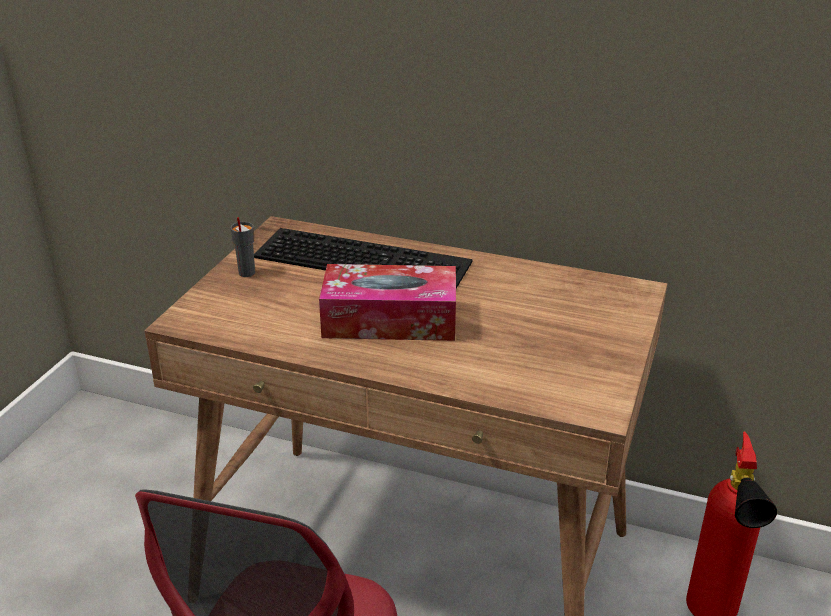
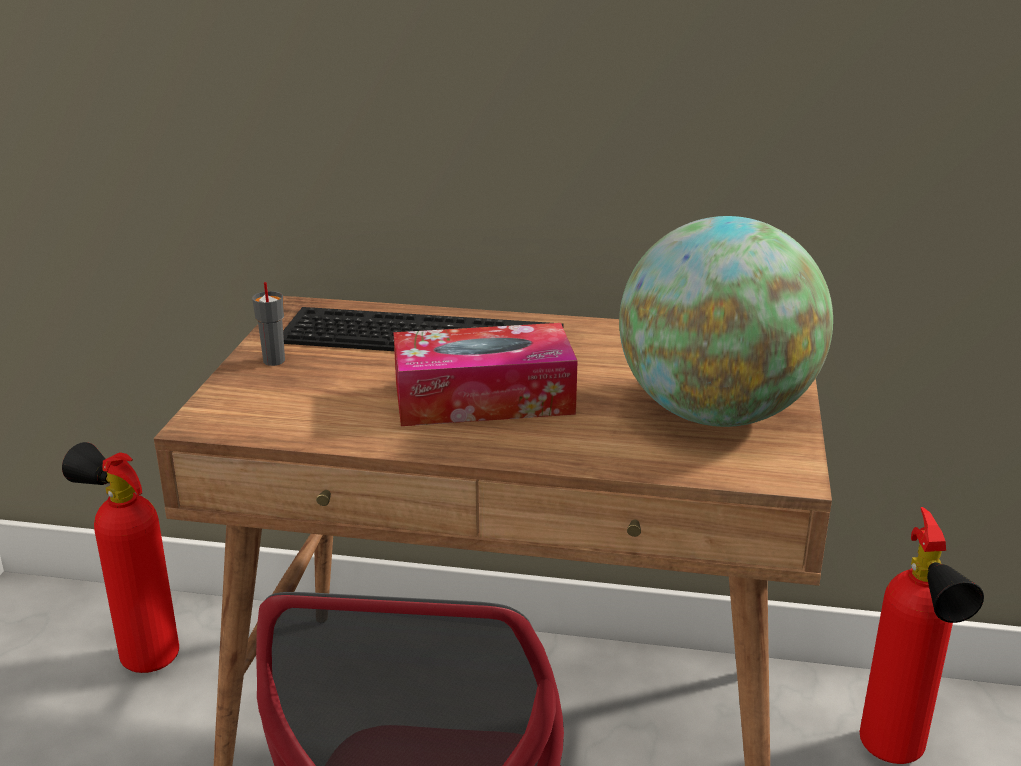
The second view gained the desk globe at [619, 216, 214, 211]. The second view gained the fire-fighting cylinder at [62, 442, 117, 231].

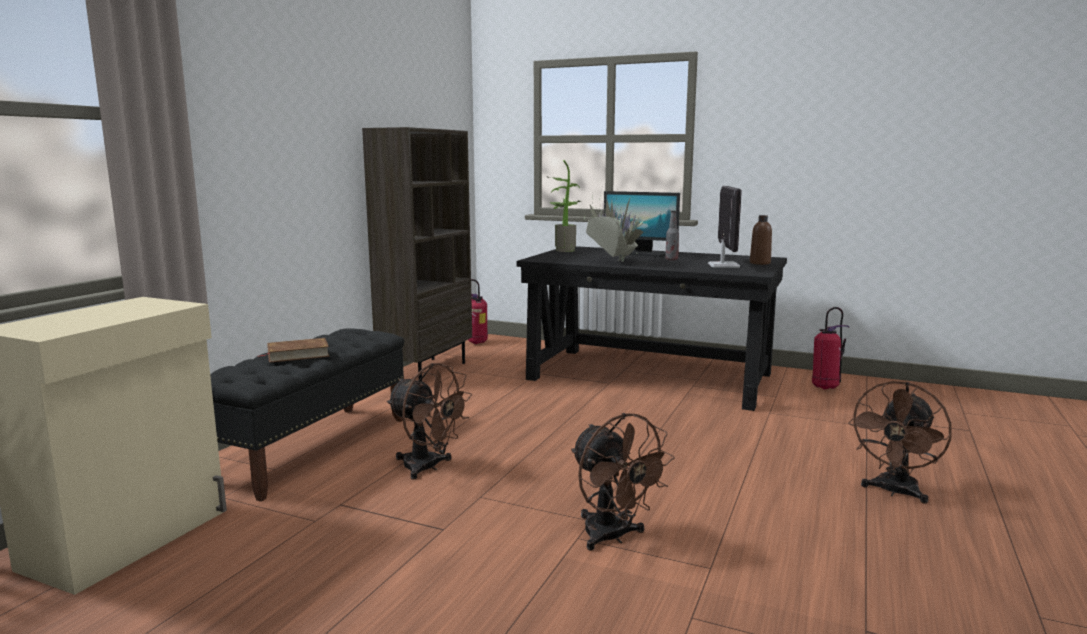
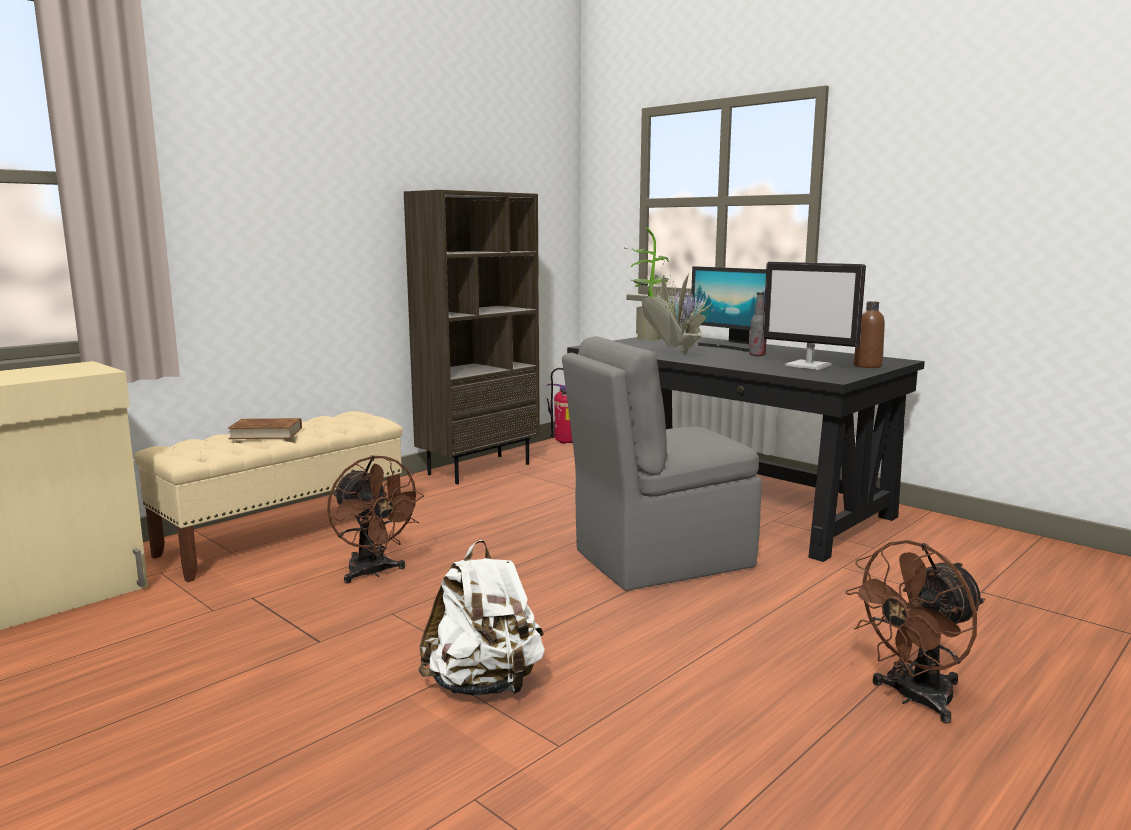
The computer screen at [708, 186, 34, 82] ended up facing another way, 105 degrees clockwise from before. The second view lost the fire-fighting cylinder at [812, 307, 37, 83]. What was the bench/black at [210, 328, 194, 174] turned into the bench/beige at [134, 411, 269, 171]. Where the electric fan/brownish stood at [571, 413, 104, 138], the knapsack/whitish came to stand at [418, 540, 127, 156]. The second view gained the plain chair/grey at [562, 336, 200, 255].

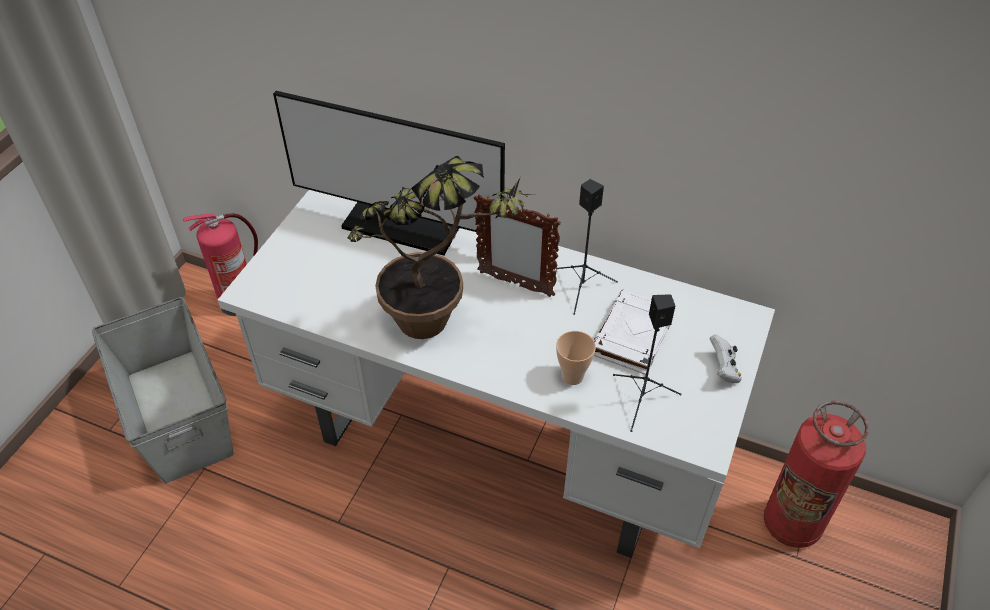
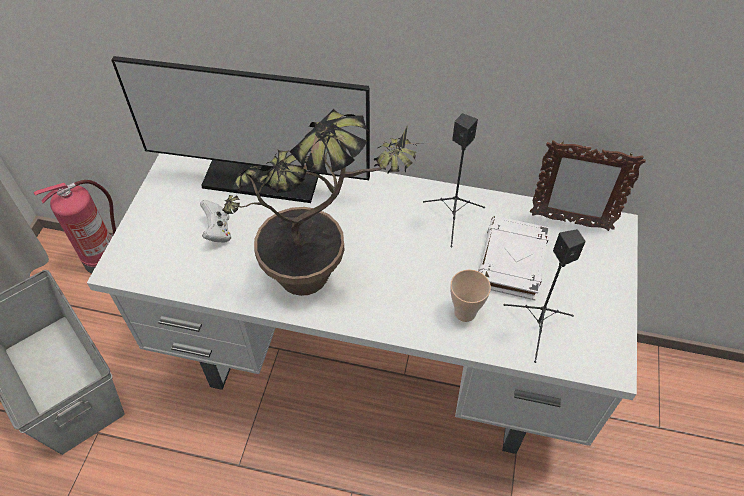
The standing frame ended up elsewhere, having gone from [474, 194, 87, 103] to [530, 140, 116, 91]. The gamepad/whitish ended up elsewhere, having gone from [709, 334, 33, 49] to [200, 200, 31, 43]. The second view lost the fire-fighting cylinder at [764, 401, 105, 147].

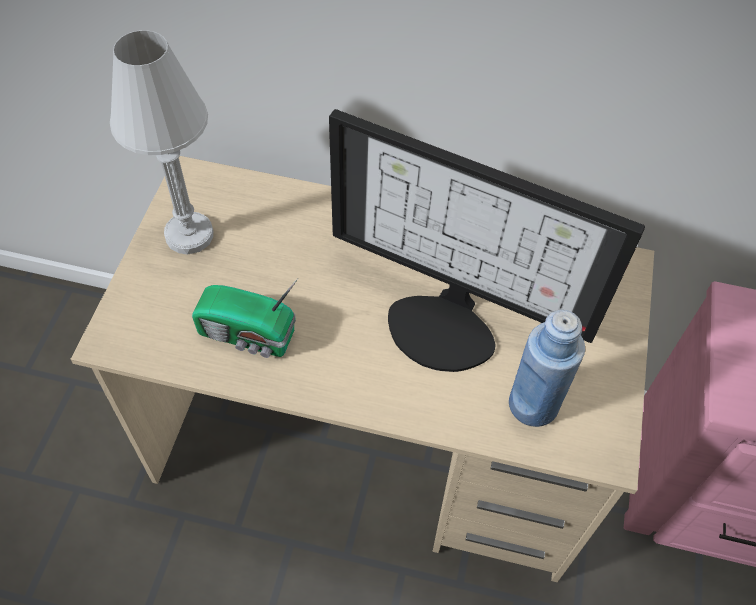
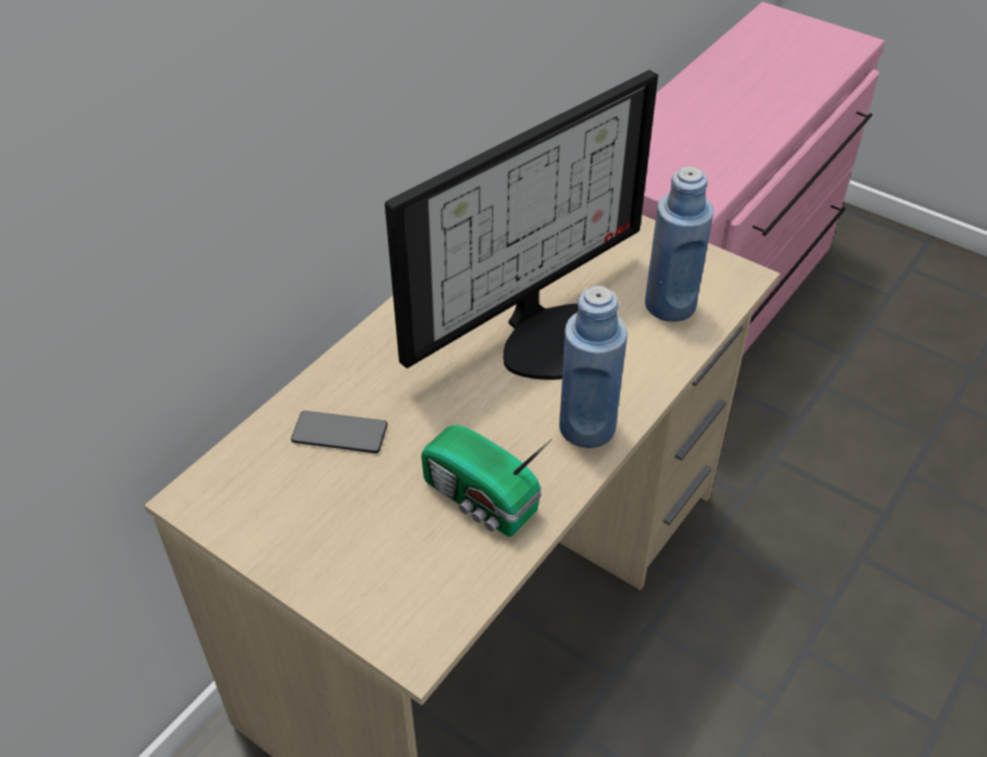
The second view lost the lamp for a table/whitish at [110, 30, 103, 225]. The radio at [192, 278, 106, 80] ended up facing another way, 90 degrees clockwise from before. The second view gained the beverage bottle/bluish at [559, 286, 68, 162]. The second view gained the phone at [291, 411, 97, 42].

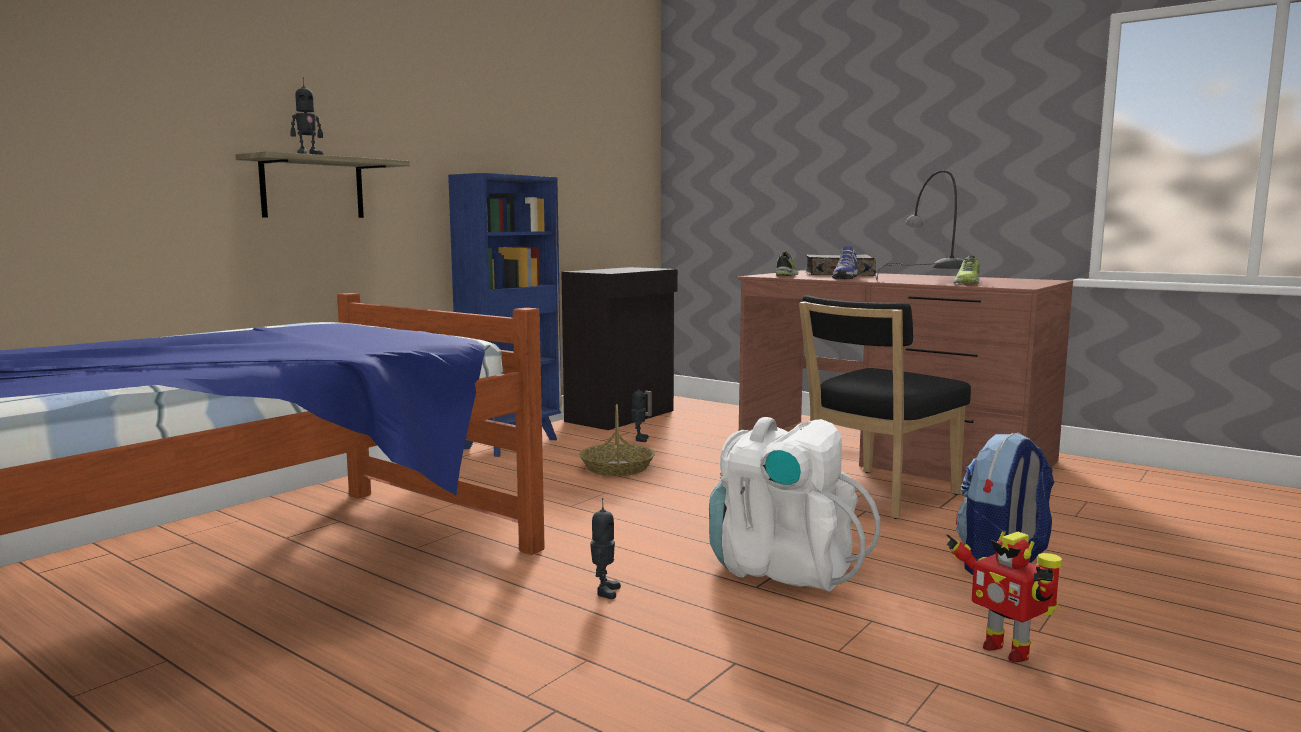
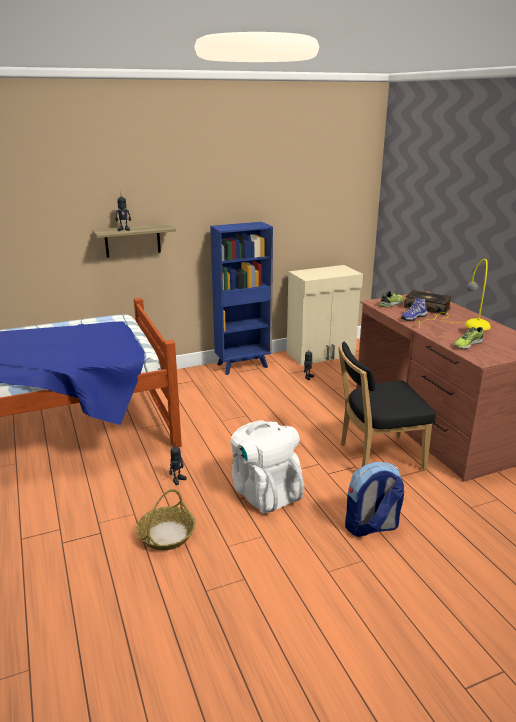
What was the lamp for a table/grey at [872, 170, 92, 110] turned into the lamp for a table/yellow at [418, 259, 73, 71]. What was the cabinet/black at [561, 267, 117, 163] turned into the cabinet/beige at [287, 265, 76, 100]. The storage basket ended up elsewhere, having gone from [579, 404, 76, 72] to [136, 489, 60, 61]. The second view lost the robot figure at [946, 531, 116, 131].

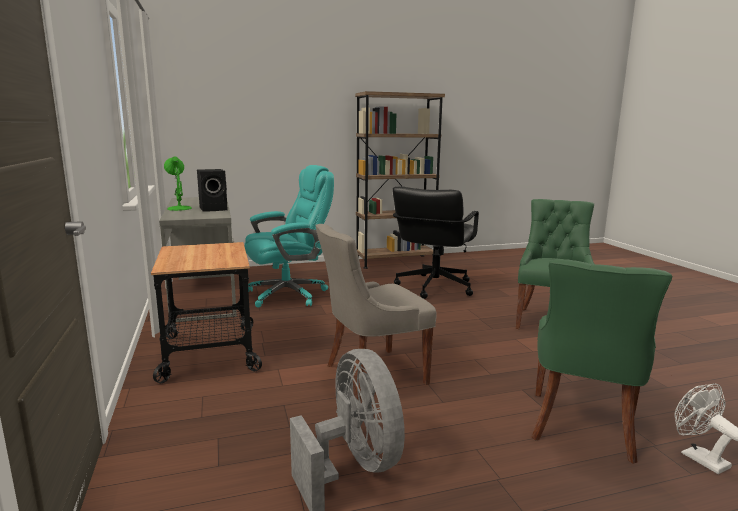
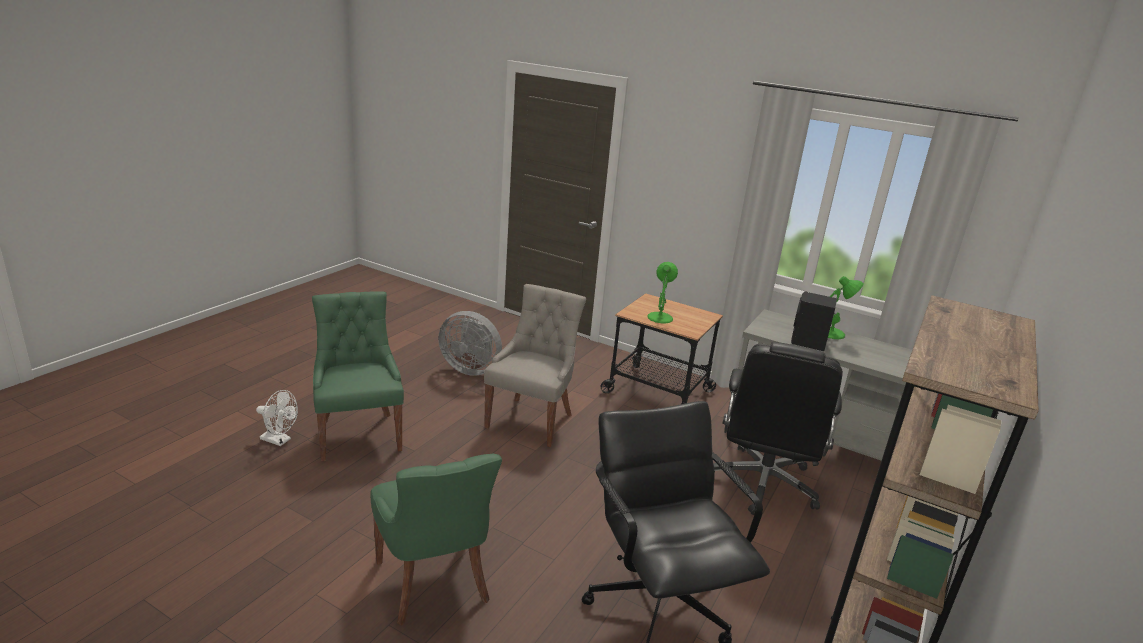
What was the computer chair/turquoise at [245, 165, 89, 143] turned into the computer chair/black at [713, 342, 130, 173]. The second view gained the lamp for a table/green-coloured at [647, 262, 31, 61].

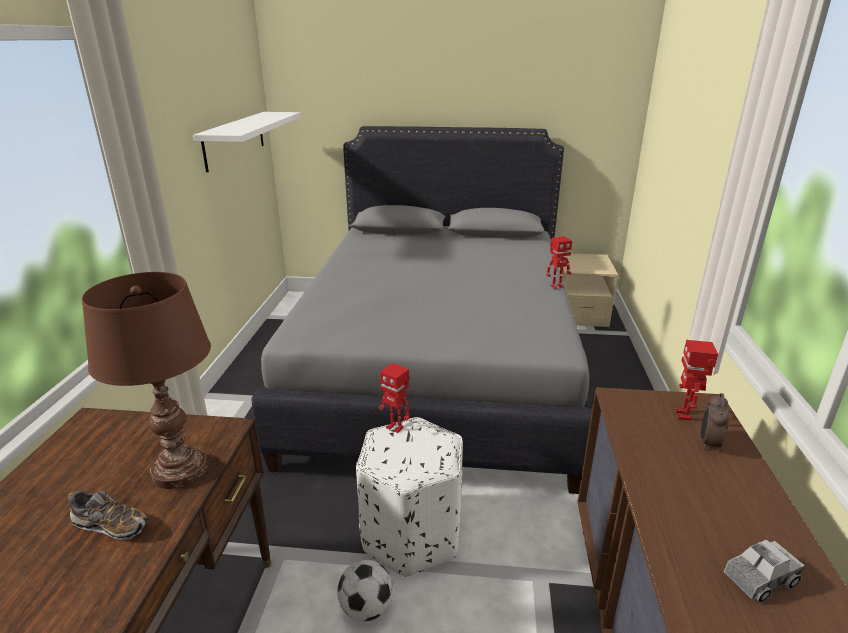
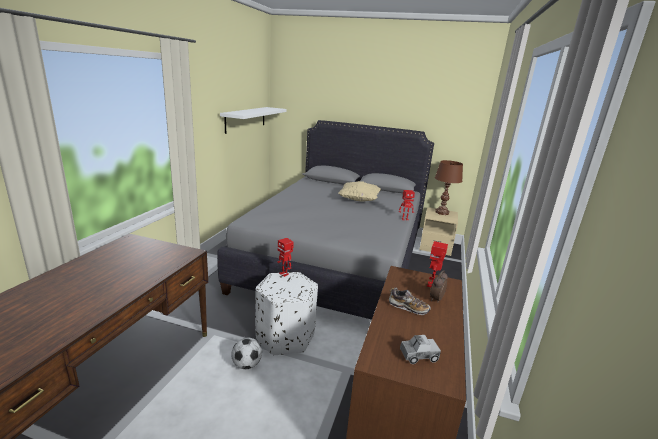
The lamp for a table/brownish ended up elsewhere, having gone from [82, 272, 129, 217] to [435, 160, 28, 55]. The shoe ended up elsewhere, having gone from [68, 490, 80, 50] to [389, 288, 42, 27]. The second view gained the throw pillow/beige at [338, 181, 43, 21].

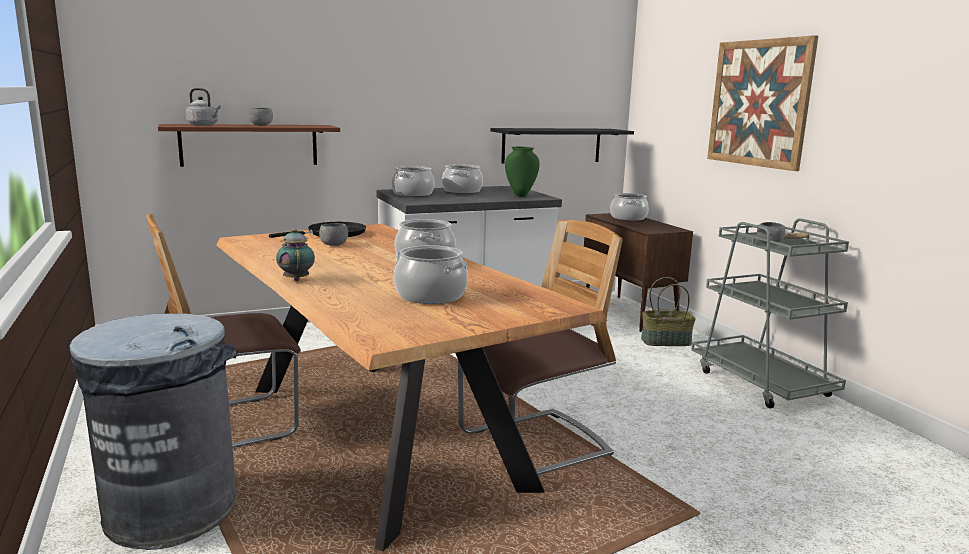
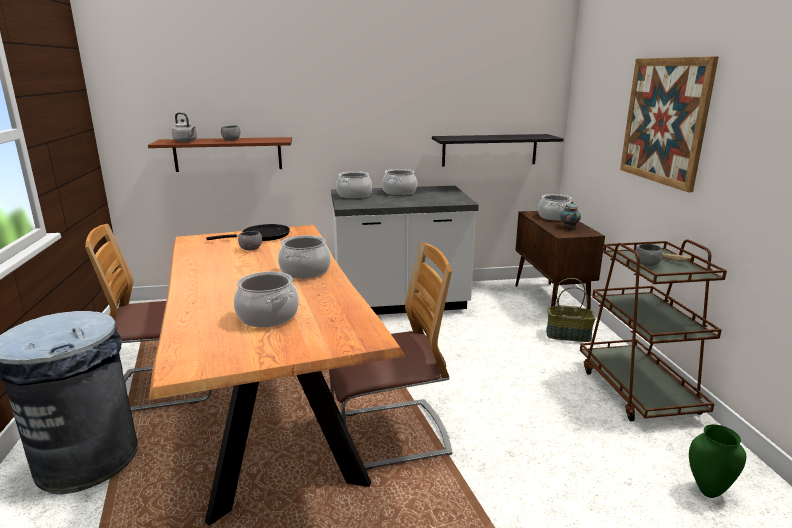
The decorative vase/green-coloured ended up elsewhere, having gone from [505, 147, 34, 50] to [689, 424, 57, 74]. What was the wheeled cart/grey at [691, 218, 158, 190] turned into the wheeled cart/brownish at [580, 239, 147, 182]. The pot for tea ended up elsewhere, having gone from [276, 229, 39, 52] to [561, 201, 20, 28].

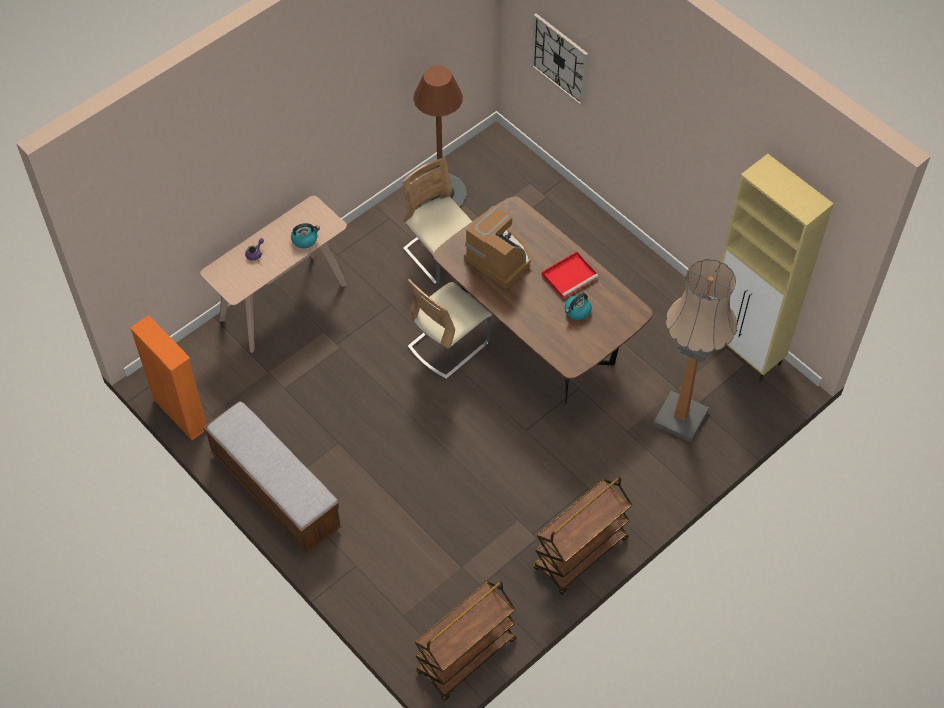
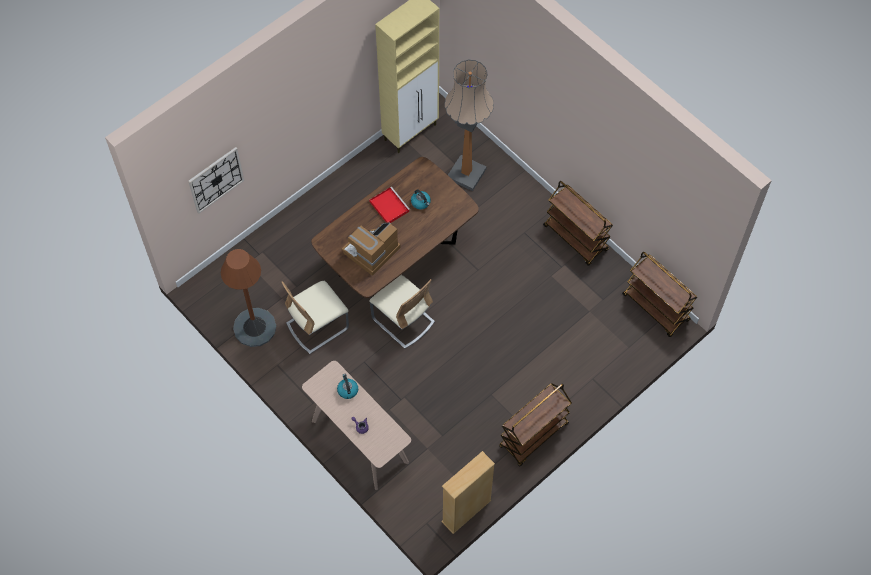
What was the shelving unit/orange at [130, 315, 77, 125] turned into the shelving unit/beige at [441, 451, 54, 83]. Where the bench stood at [203, 401, 139, 153], the wheeled cart/brownish came to stand at [499, 383, 73, 84].

